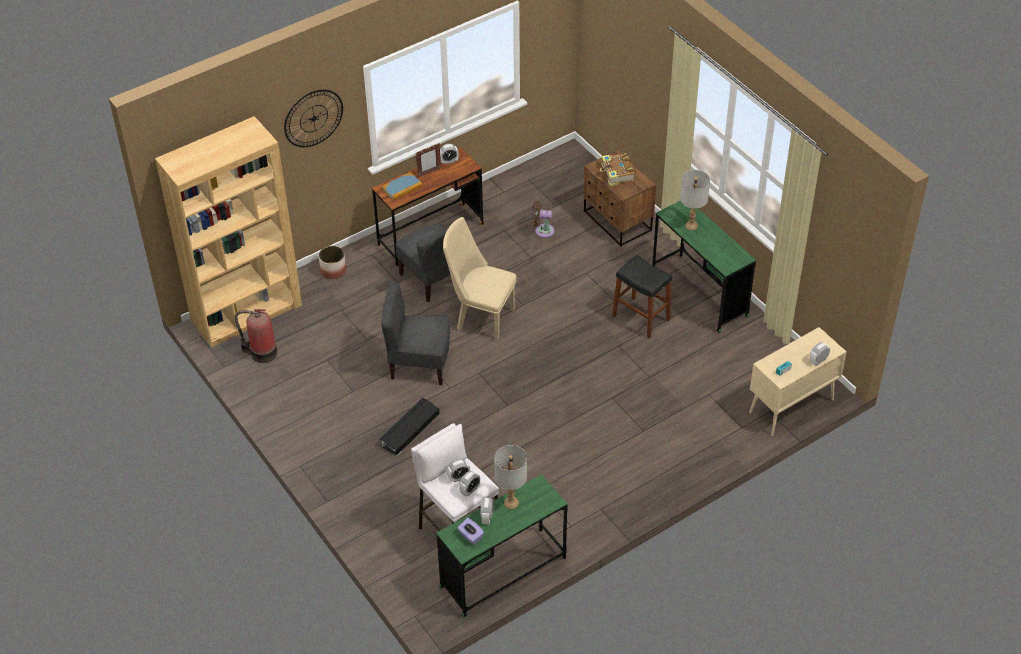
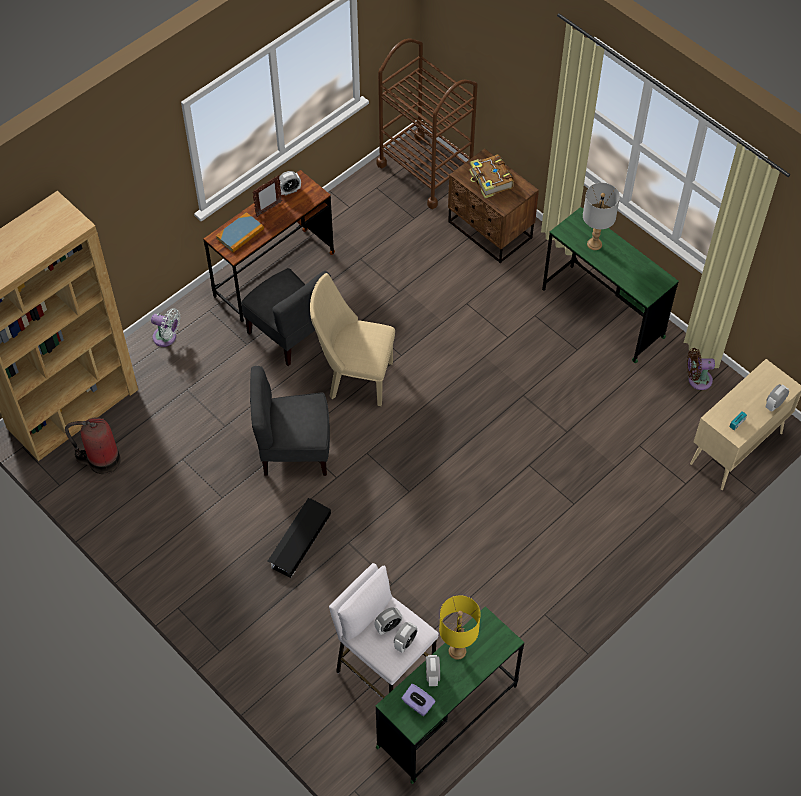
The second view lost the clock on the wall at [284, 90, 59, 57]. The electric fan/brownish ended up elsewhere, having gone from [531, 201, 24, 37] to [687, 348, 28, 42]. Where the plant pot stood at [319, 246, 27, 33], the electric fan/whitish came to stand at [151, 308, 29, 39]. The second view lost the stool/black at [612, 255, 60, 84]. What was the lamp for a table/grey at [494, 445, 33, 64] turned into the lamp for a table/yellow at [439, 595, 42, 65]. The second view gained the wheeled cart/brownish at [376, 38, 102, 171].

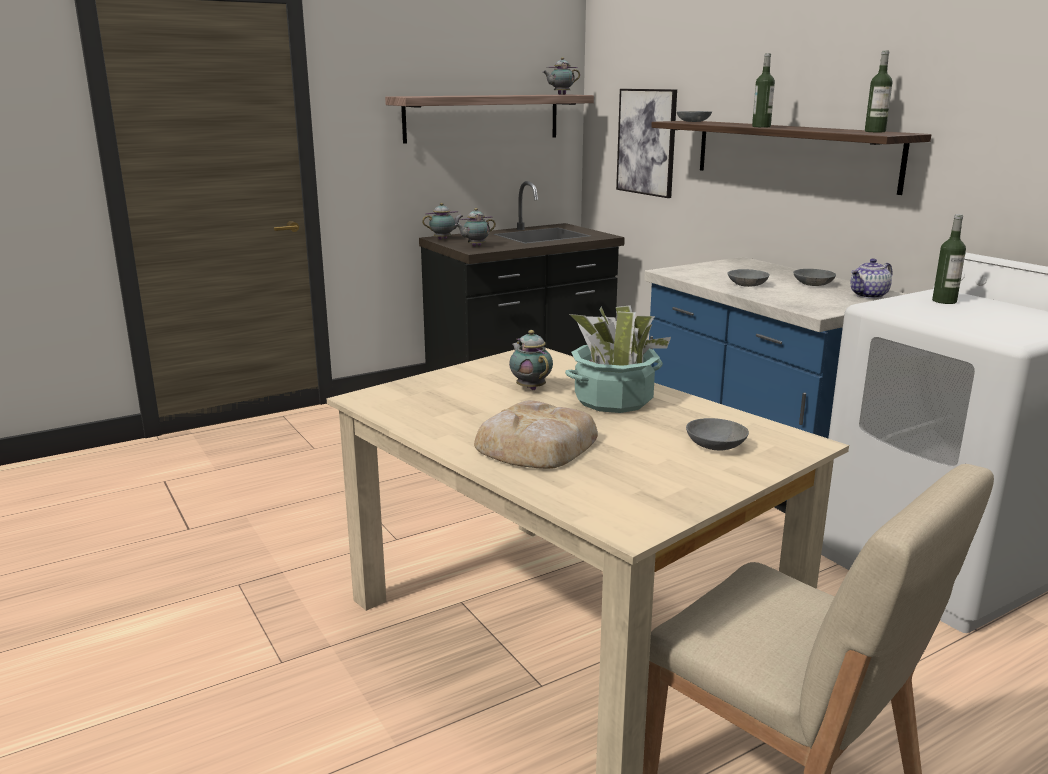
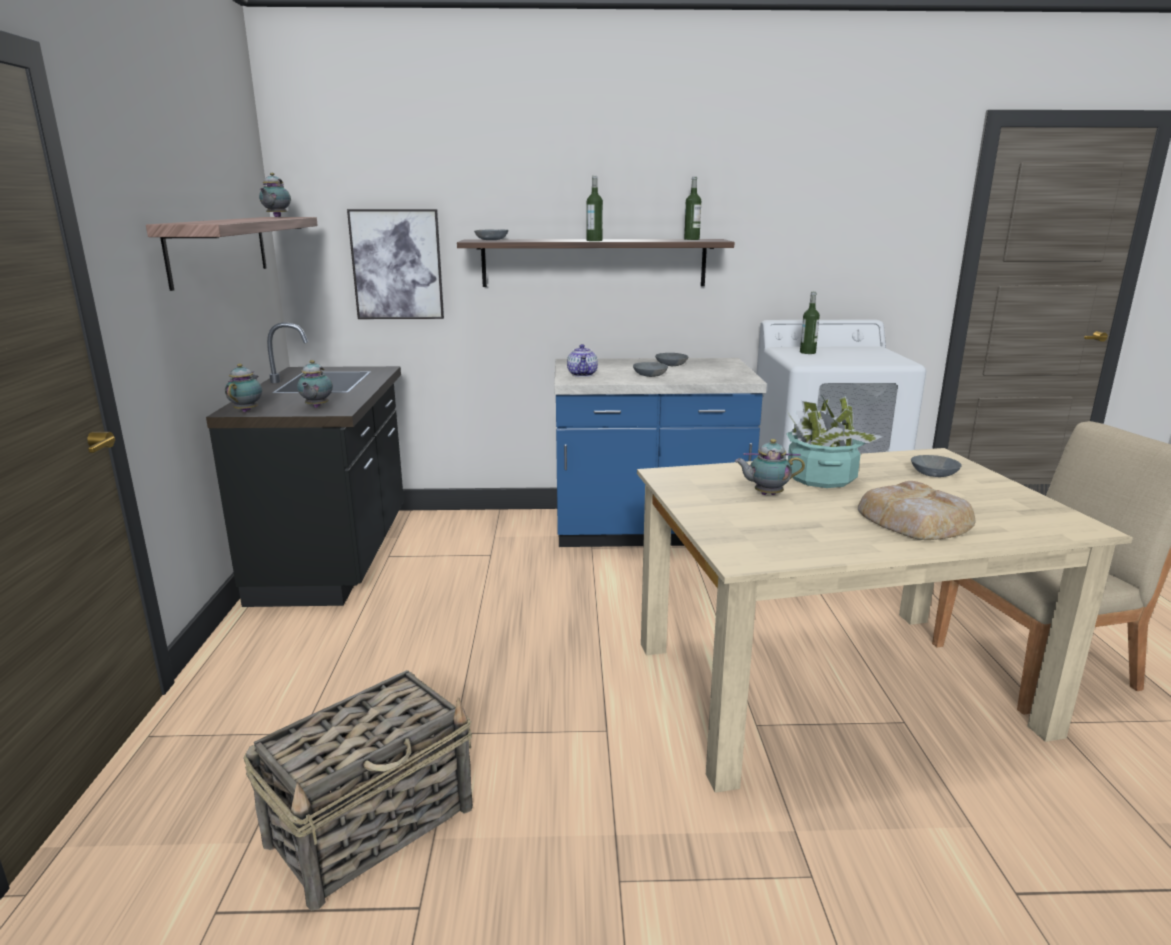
The pot for tea ended up elsewhere, having gone from [851, 258, 42, 41] to [567, 344, 31, 33]. The second view gained the storage basket at [243, 670, 230, 241].

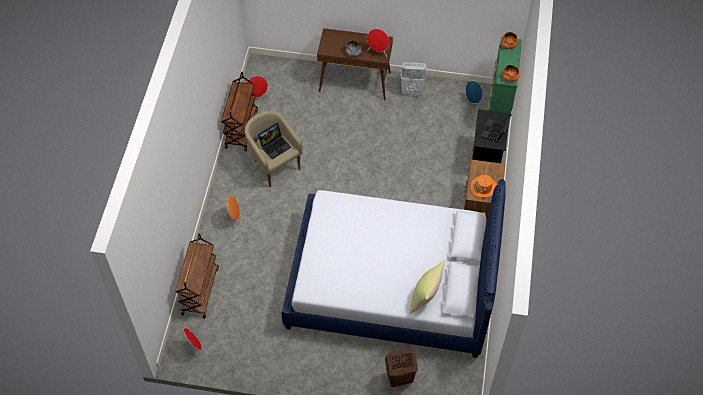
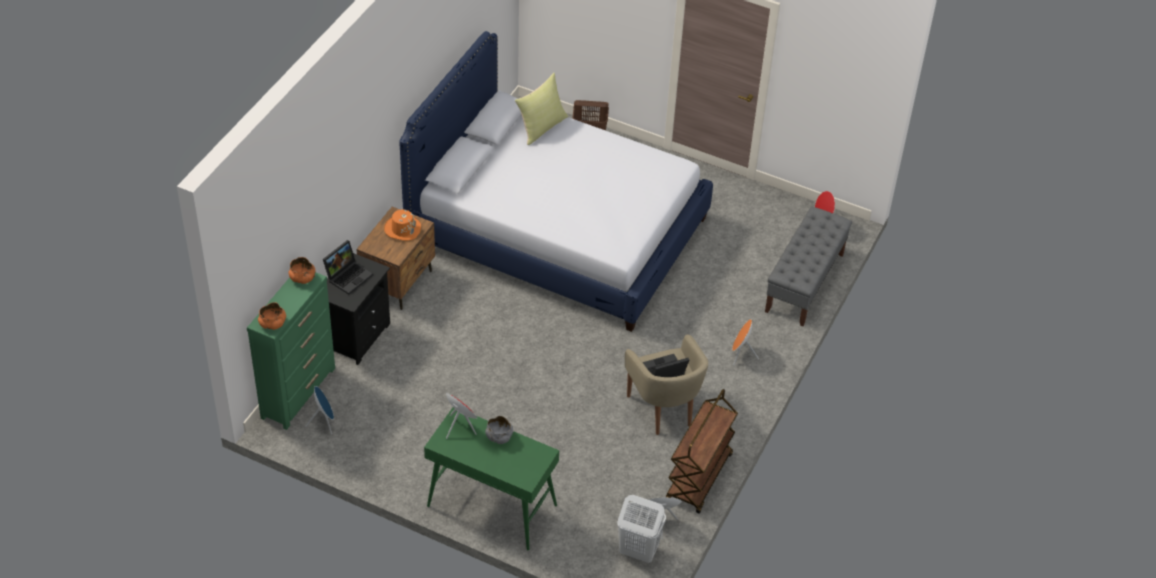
What was the console table/brownish at [317, 28, 76, 72] turned into the console table/green-coloured at [424, 407, 135, 143]. The laundry basket/whitish ended up elsewhere, having gone from [401, 62, 25, 34] to [617, 495, 49, 68]. Where the wheeled cart/brownish stood at [175, 234, 44, 85], the bench/grey came to stand at [765, 207, 87, 119].

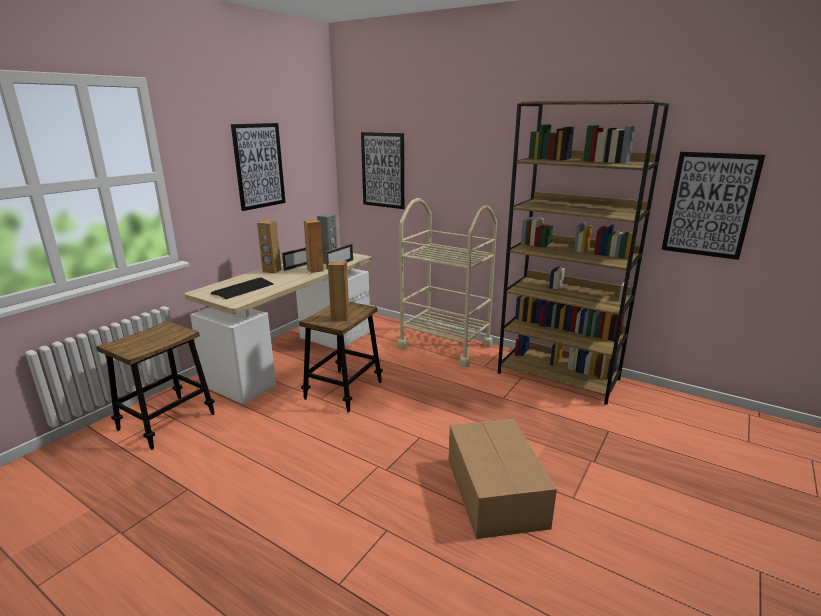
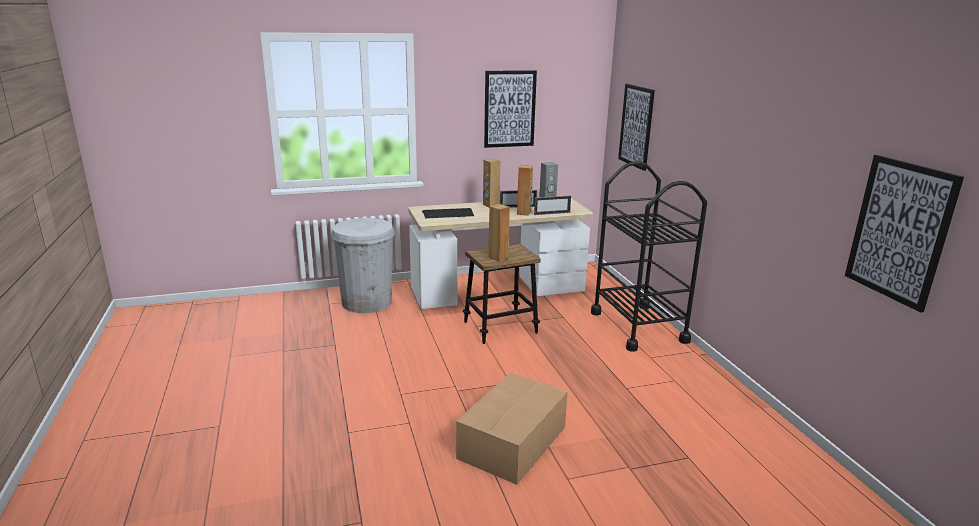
The second view lost the shelving unit/brownish at [498, 100, 171, 305]. What was the wheeled cart/beige at [397, 198, 100, 170] turned into the wheeled cart/black at [591, 161, 116, 191]. Where the stool stood at [96, 321, 119, 129], the trash can/whitish came to stand at [331, 218, 64, 95].

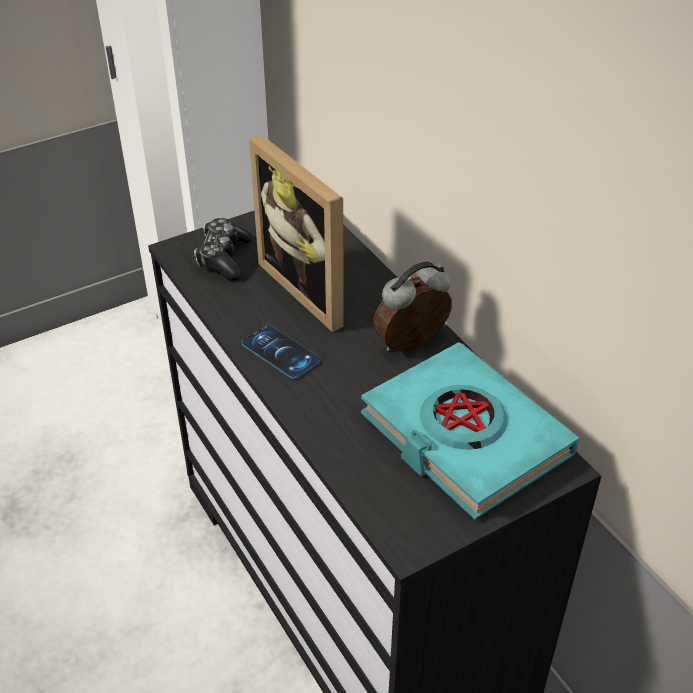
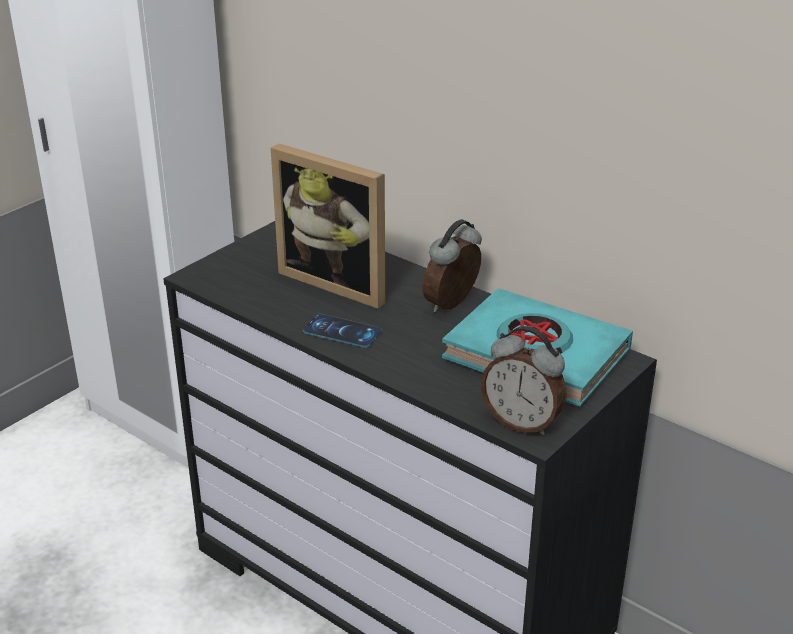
The second view lost the gamepad at [194, 218, 58, 63]. The second view gained the alarm clock at [481, 326, 86, 109].

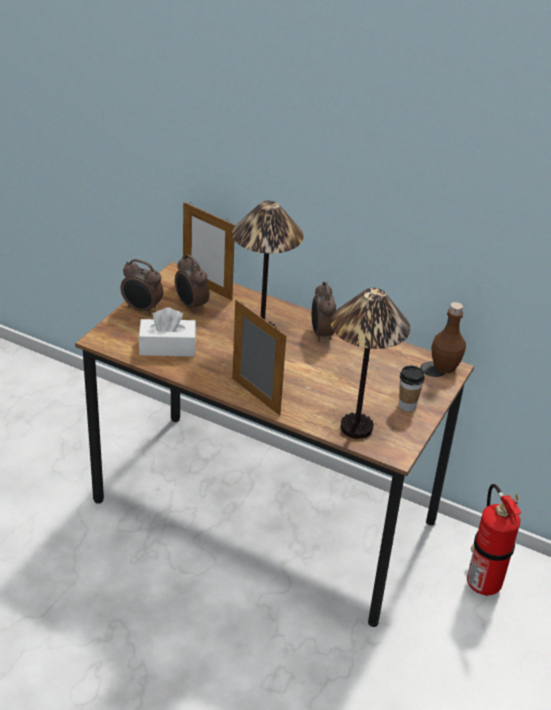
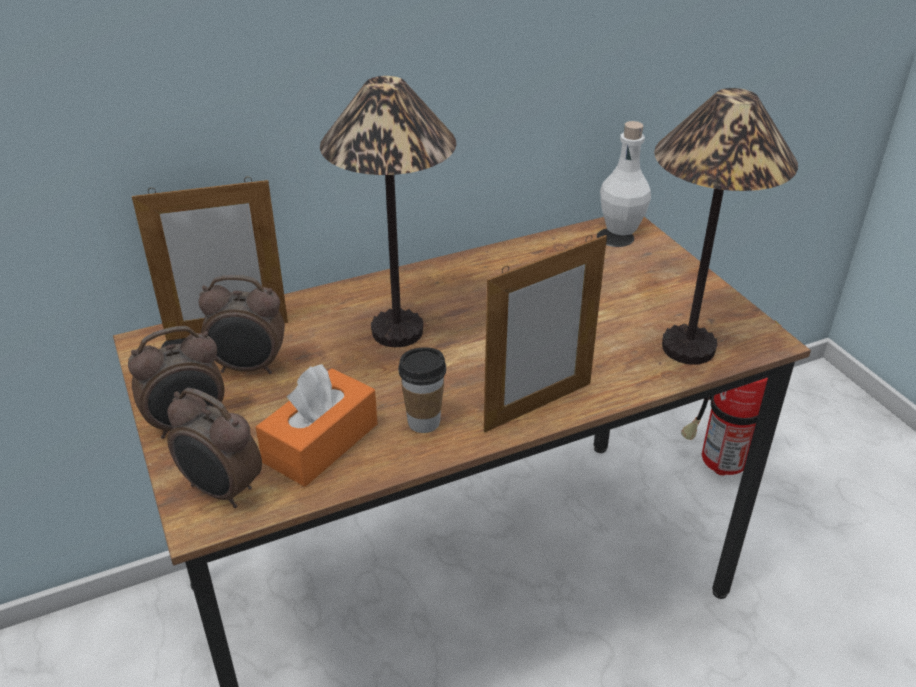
The alarm clock ended up elsewhere, having gone from [312, 282, 24, 60] to [167, 388, 95, 120]. The standing frame at [232, 300, 54, 116] ended up facing another way, 150 degrees clockwise from before. What was the beverage bottle/brownish at [432, 302, 34, 71] turned into the beverage bottle/whitish at [600, 121, 51, 114]. What was the tissue box/whitish at [138, 307, 58, 49] turned into the tissue box/orange at [256, 364, 122, 123]. The cup ended up elsewhere, having gone from [399, 366, 26, 45] to [398, 347, 48, 86].

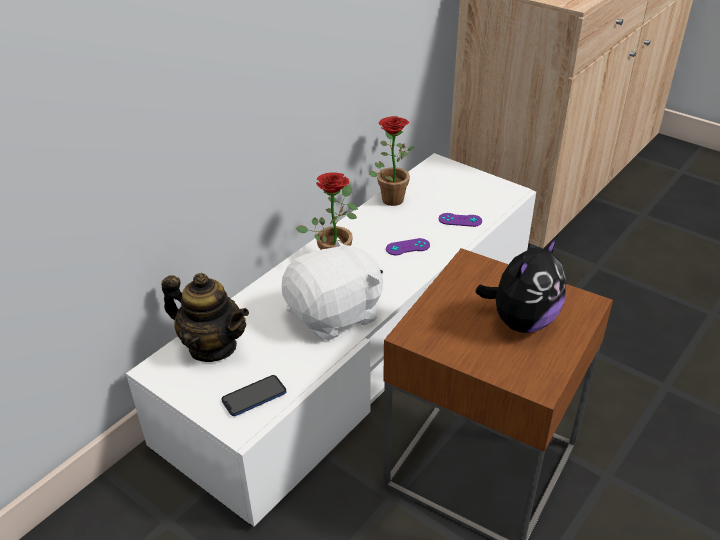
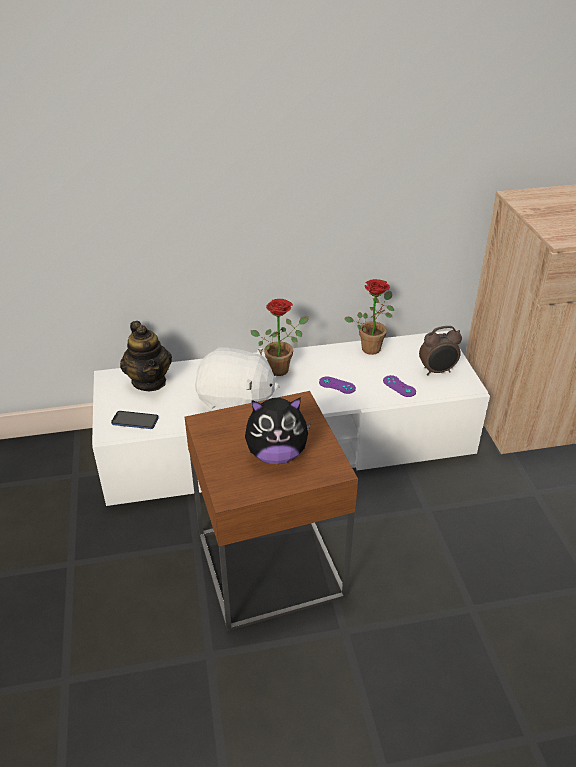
The second view gained the alarm clock at [419, 326, 43, 49].

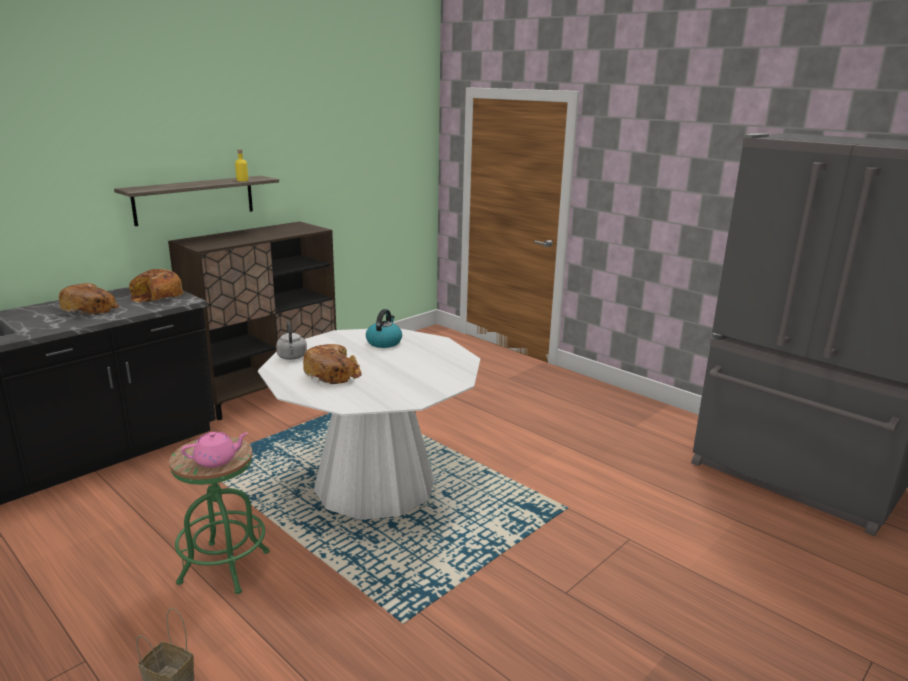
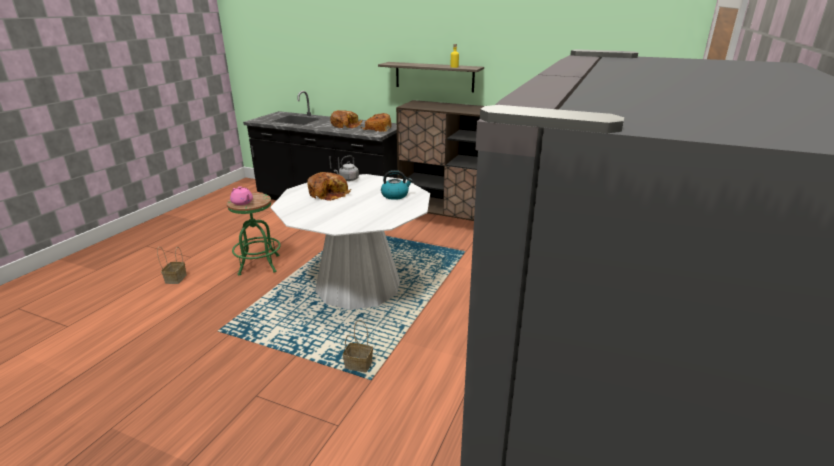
The second view gained the storage basket at [343, 320, 30, 52].

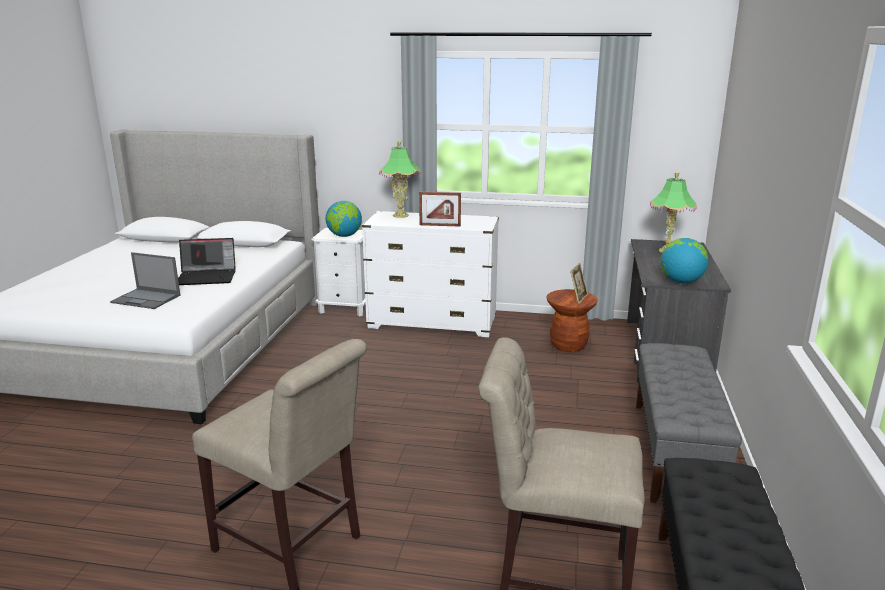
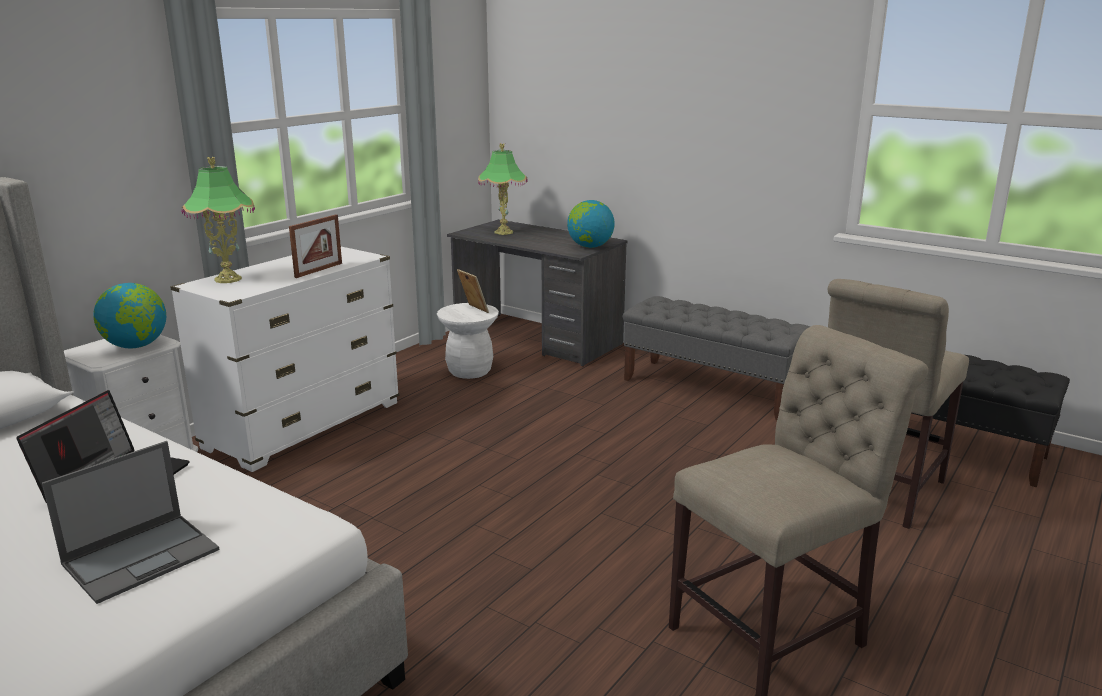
What was the stool/brownish at [547, 289, 51, 63] turned into the stool/whitish at [437, 303, 62, 76].

